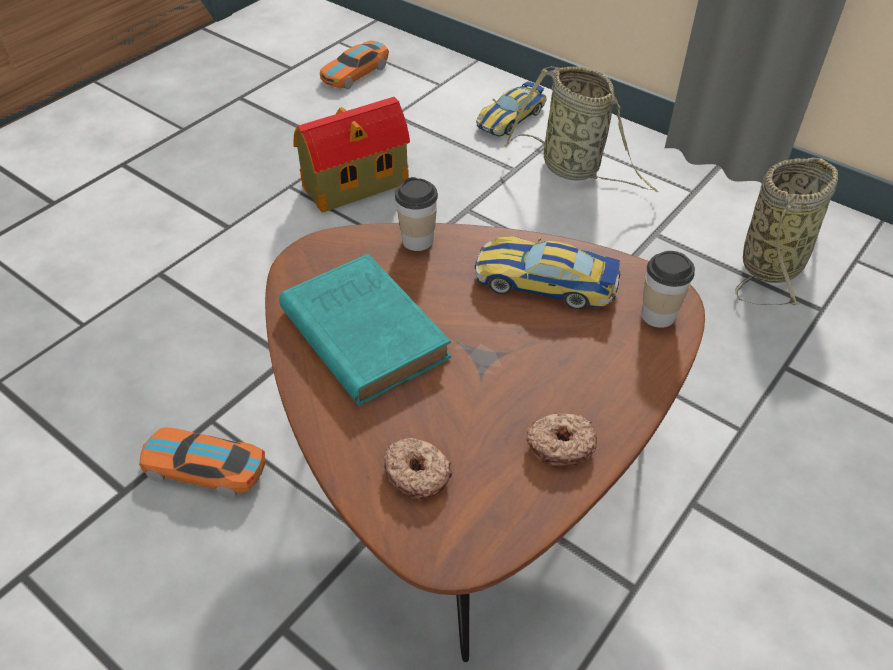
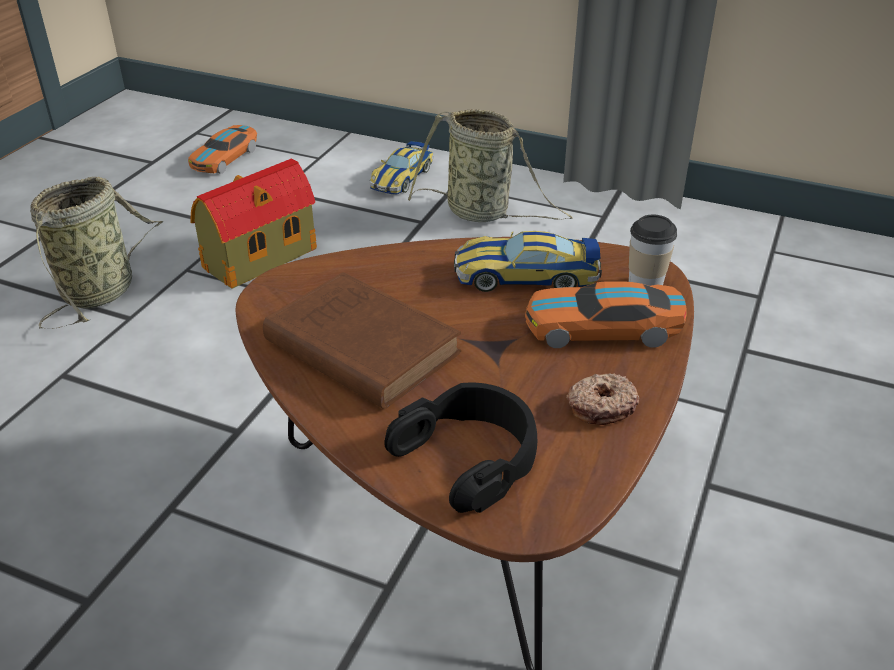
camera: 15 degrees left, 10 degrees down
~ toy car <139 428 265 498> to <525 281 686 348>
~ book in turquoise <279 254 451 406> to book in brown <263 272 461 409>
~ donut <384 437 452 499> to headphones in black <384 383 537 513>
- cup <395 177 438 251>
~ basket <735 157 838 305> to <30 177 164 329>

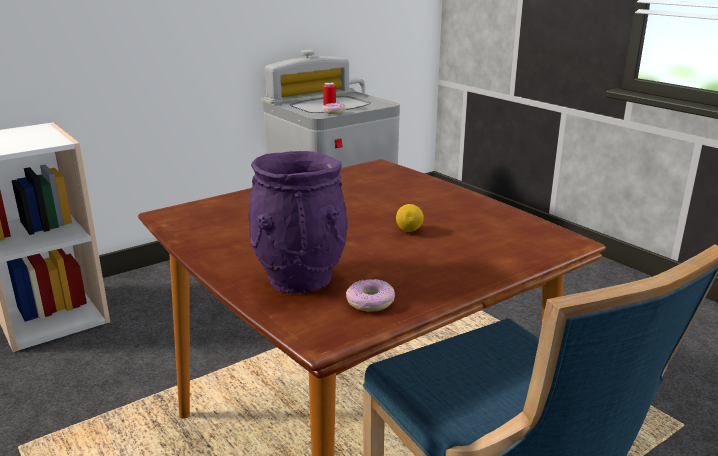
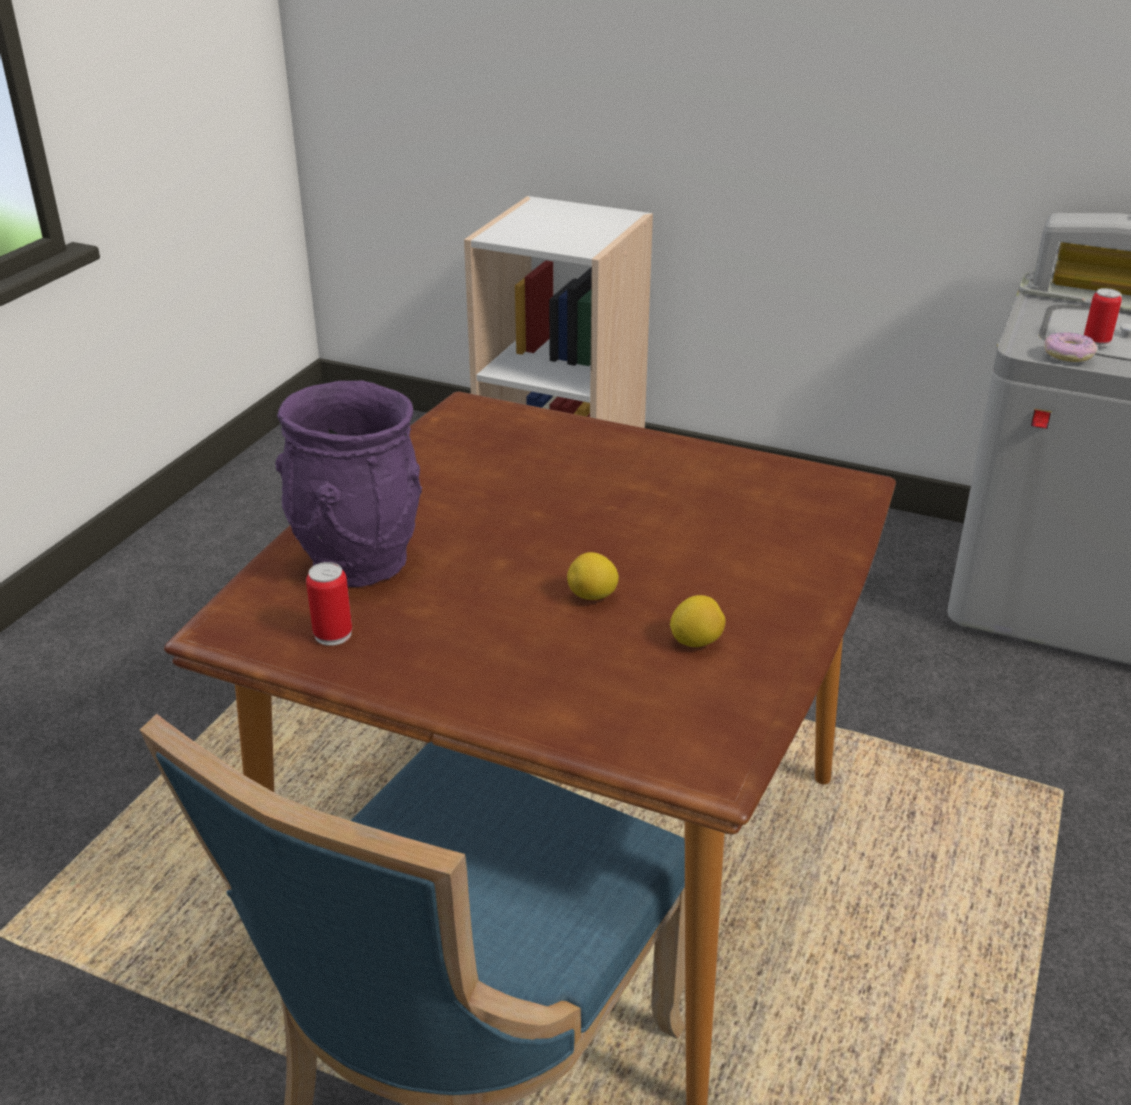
camera: 60 degrees right, 10 degrees up
~ donut <346 279 395 312> to can <306 562 352 646>
+ lemon <670 595 725 647>

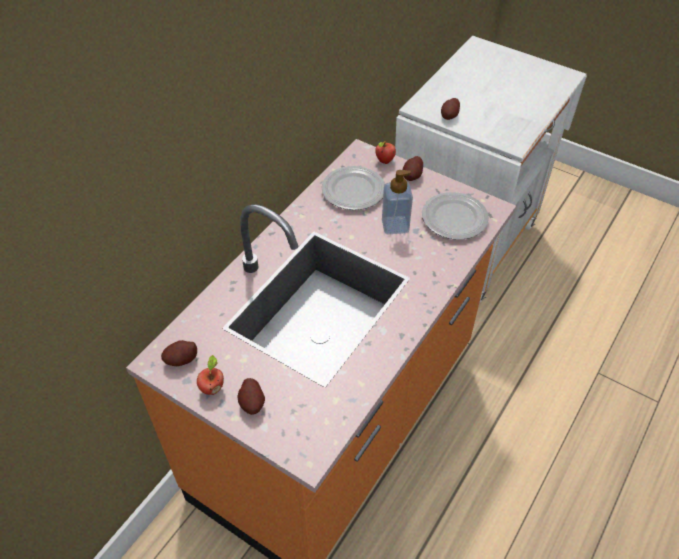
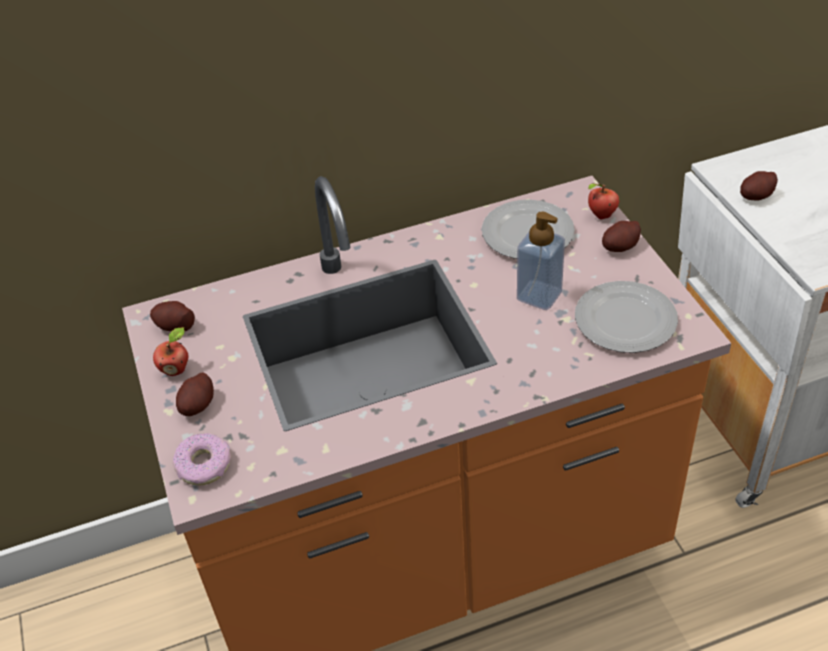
camera: 40 degrees right, 5 degrees down
+ donut <173 433 231 486>

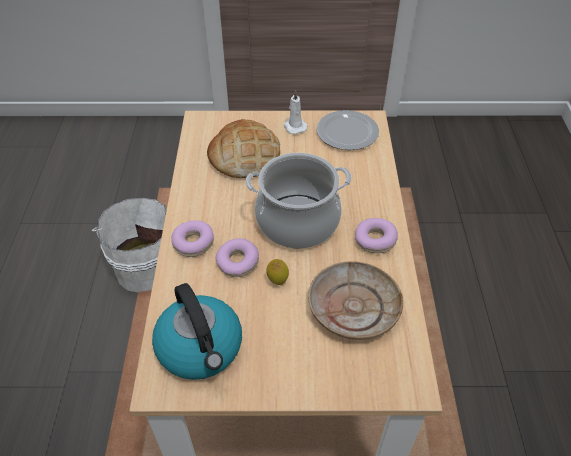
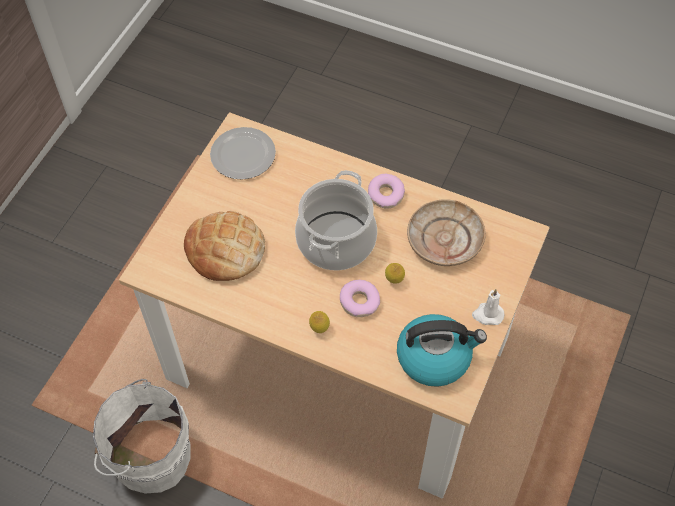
camera: 65 degrees left, 10 degrees up
~ donut <171 220 214 257> to lemon <309 311 330 333>
~ candle in white <284 90 308 134> to <472 289 504 325>

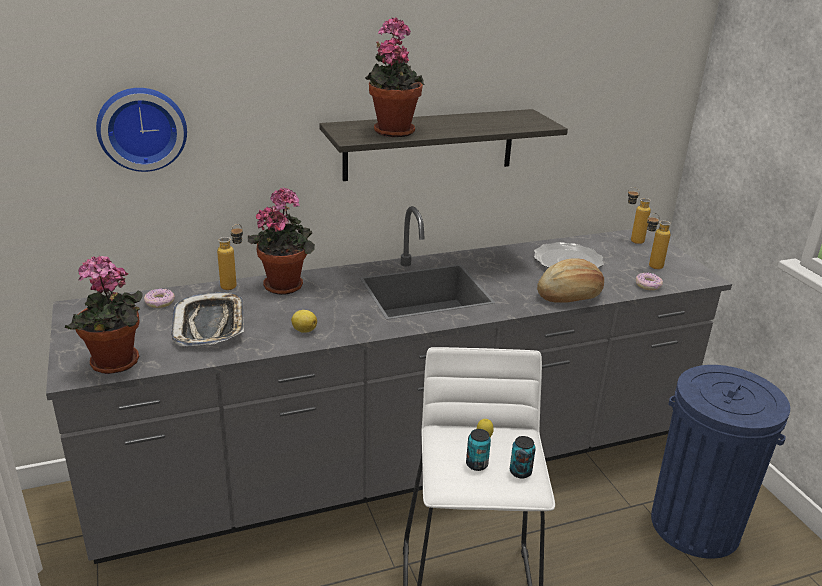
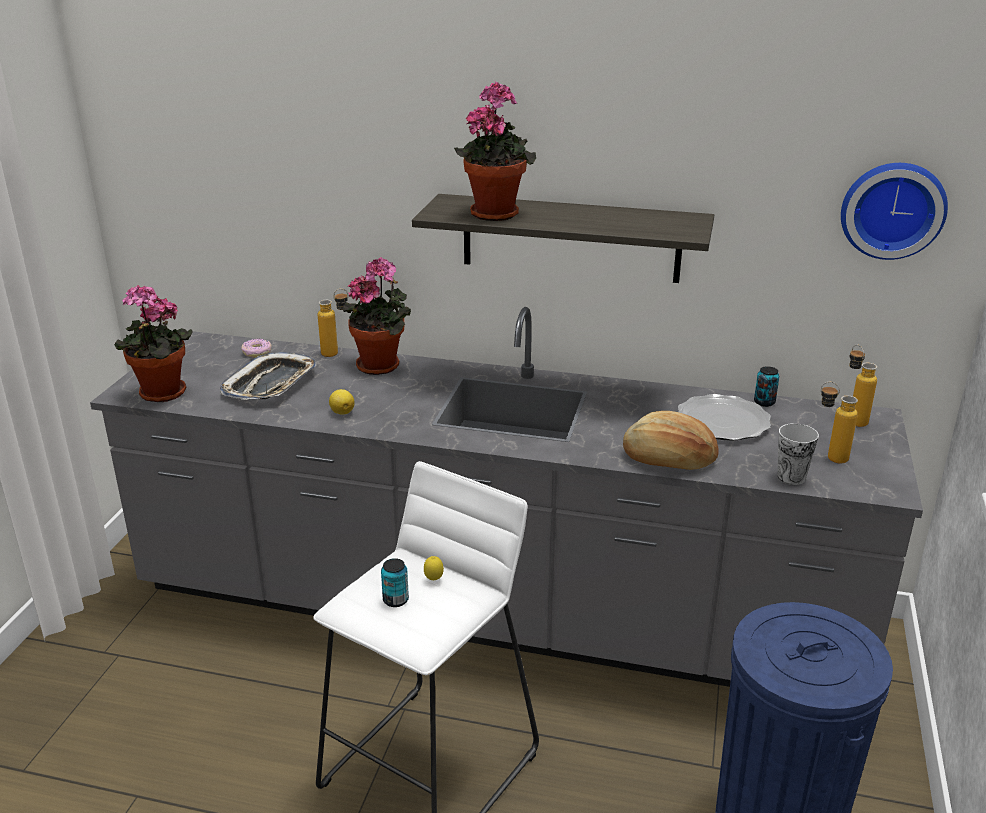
camera: 35 degrees right, 0 degrees up
~ wall clock <96 88 187 172> to <841 163 948 260>
~ can <510 436 536 479> to <754 366 780 407>
~ donut <636 272 663 290> to cup <777 423 819 485>

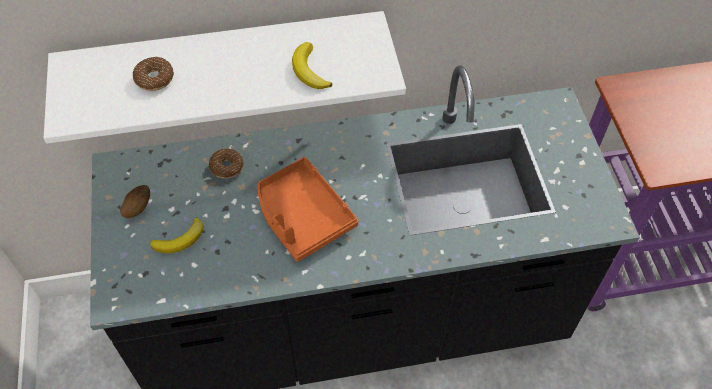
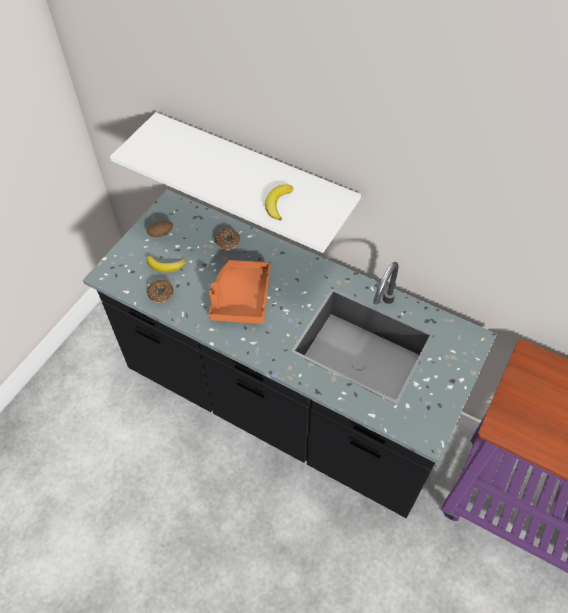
camera: 40 degrees right, 0 degrees up
~ donut <133 57 174 91> to <147 280 174 303>

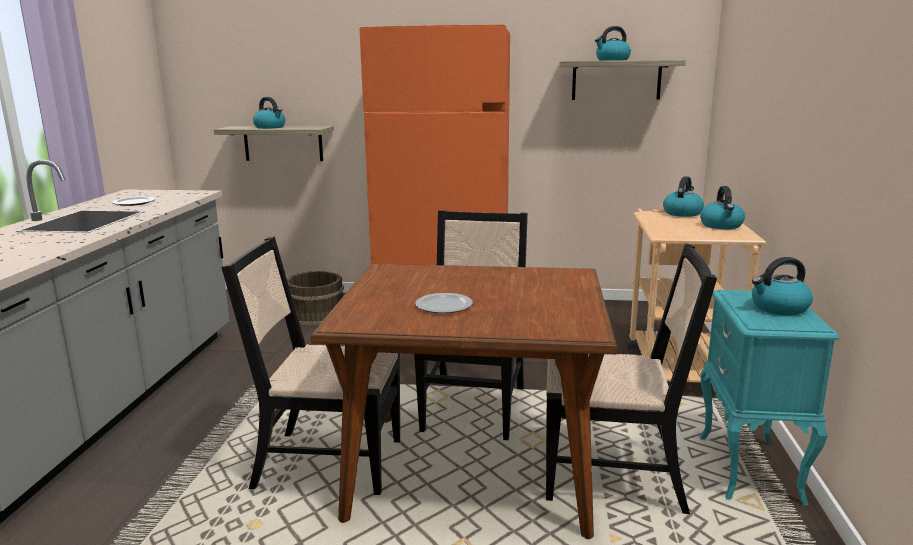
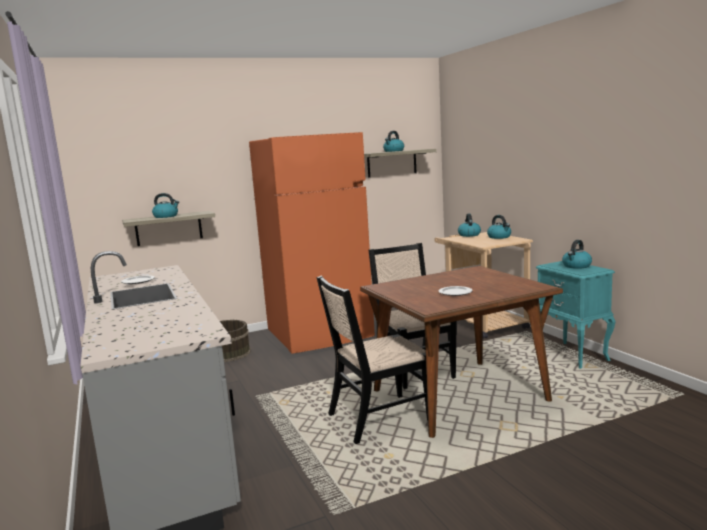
camera: 30 degrees left, 5 degrees down
- chair <546 243 717 514>

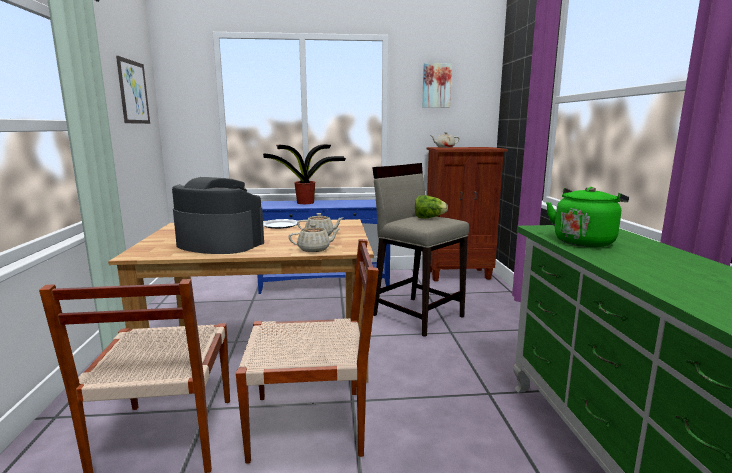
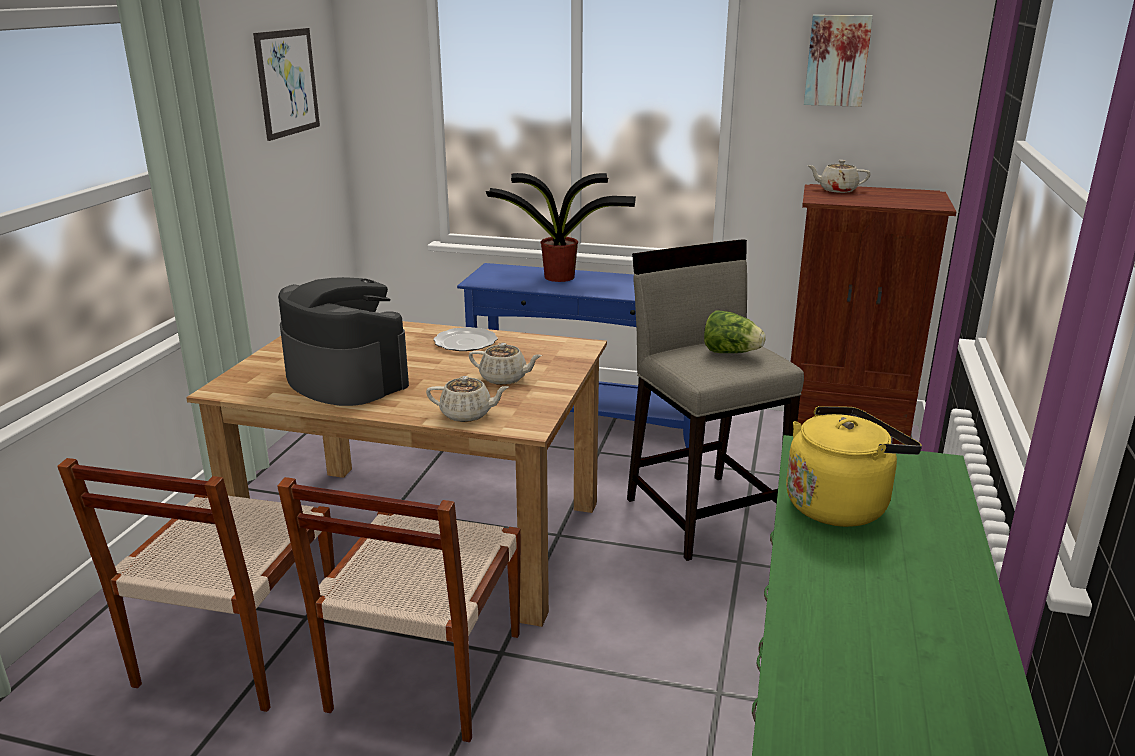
camera: 20 degrees right, 10 degrees up
~ chair <236 239 379 464> = <277 477 521 742> 90 degrees clockwise
~ kettle in green <546 187 629 247> to kettle in yellow <786 406 922 527>

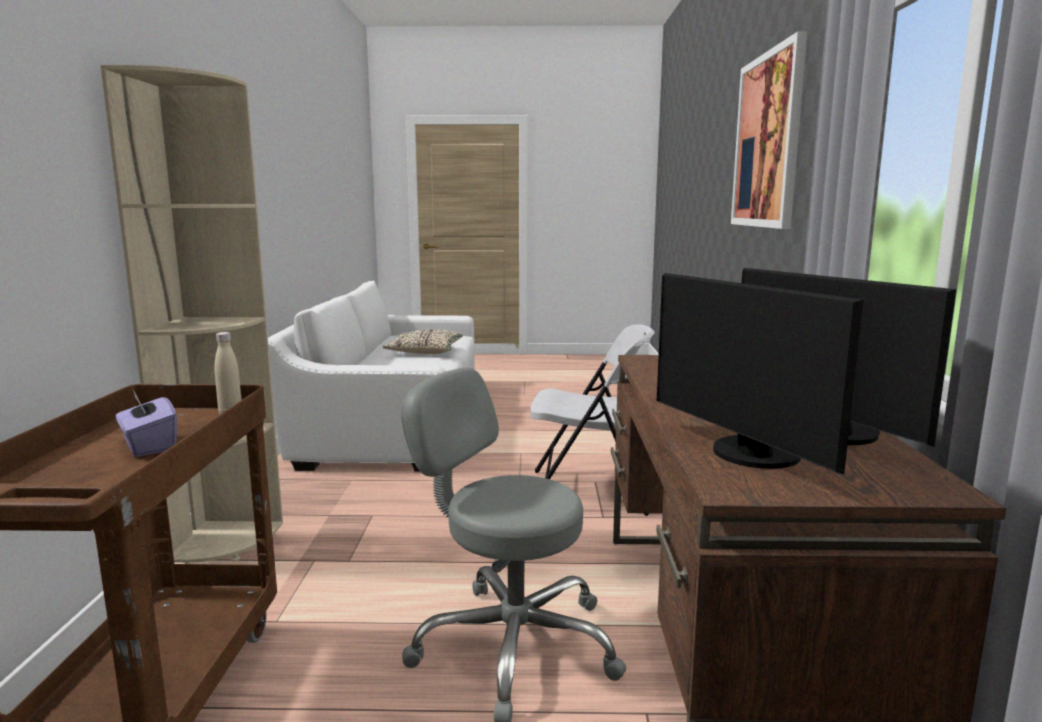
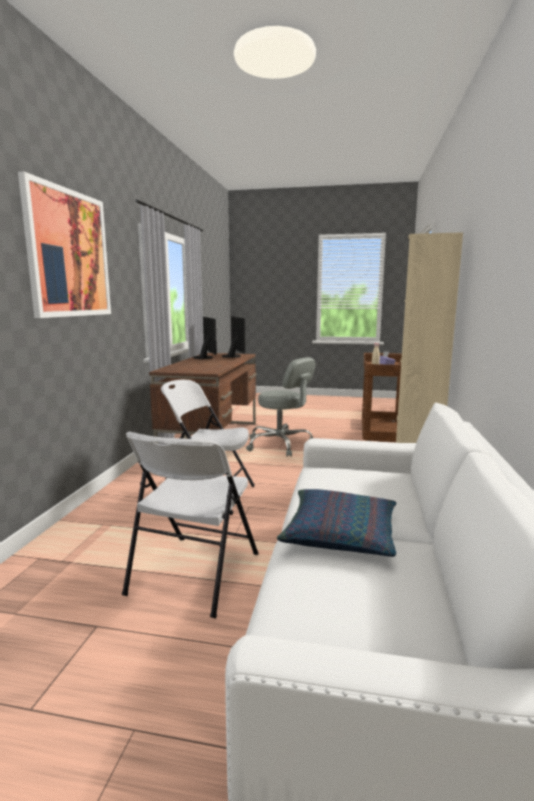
camera: 170 degrees left, 0 degrees up
~ pillow in beige <383 329 463 354> to pillow in blue <277 489 396 557>
+ chair in white <122 432 259 618>

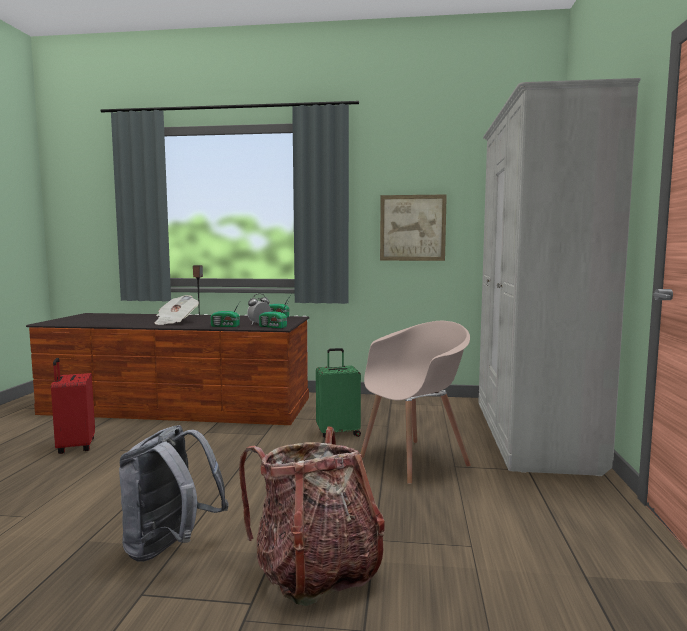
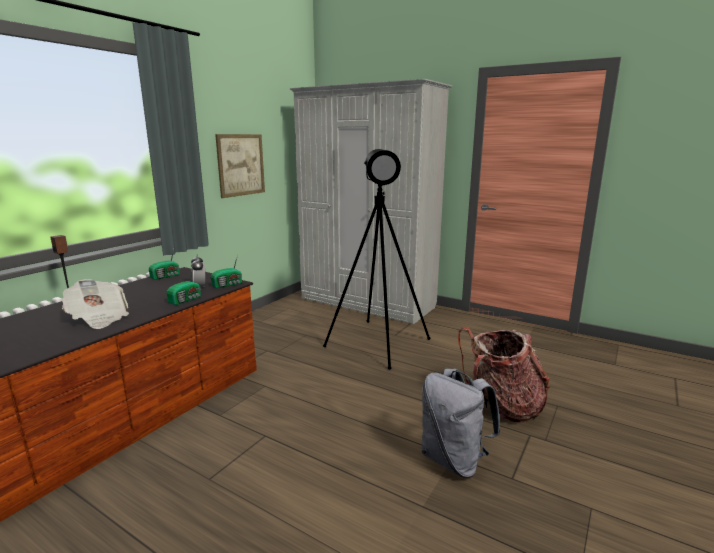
camera: 65 degrees left, 10 degrees up
- suitcase in red <51 358 95 454>
- suitcase in green <316 348 361 438>
~ chair in beige <360 321 471 484> to floor lamp in black <323 149 431 370>

